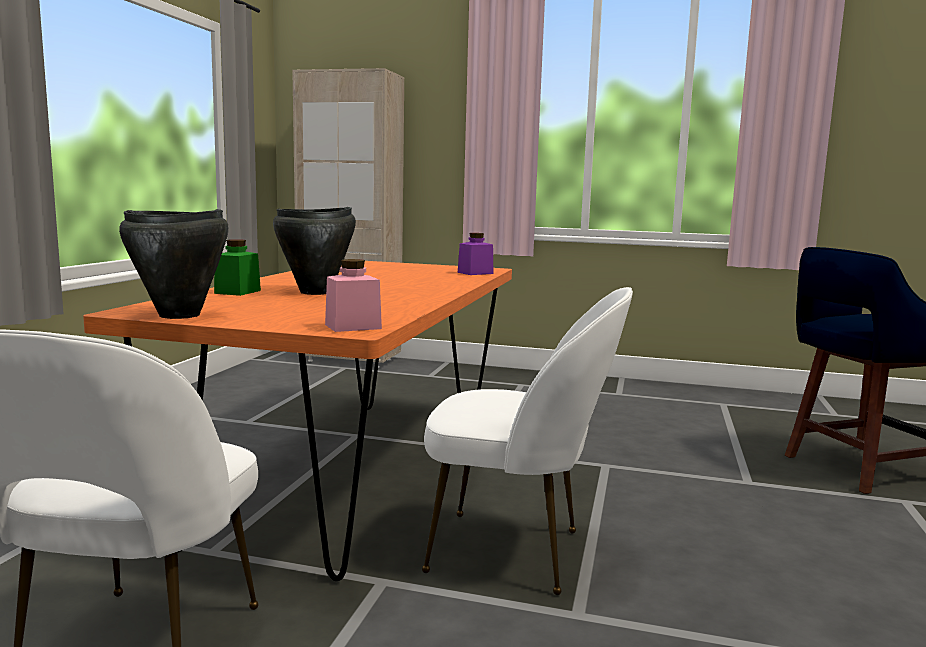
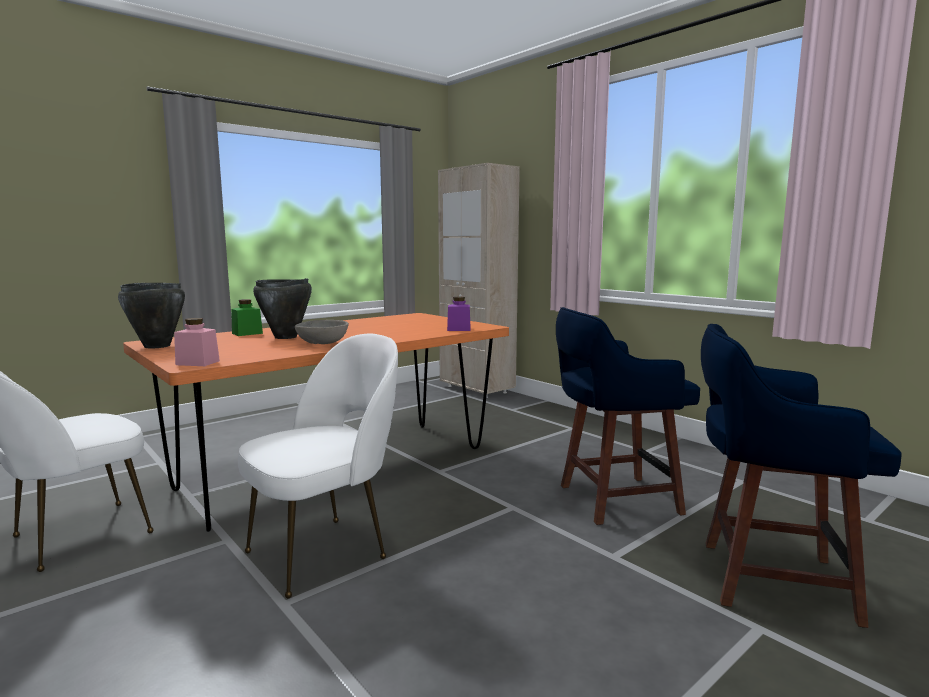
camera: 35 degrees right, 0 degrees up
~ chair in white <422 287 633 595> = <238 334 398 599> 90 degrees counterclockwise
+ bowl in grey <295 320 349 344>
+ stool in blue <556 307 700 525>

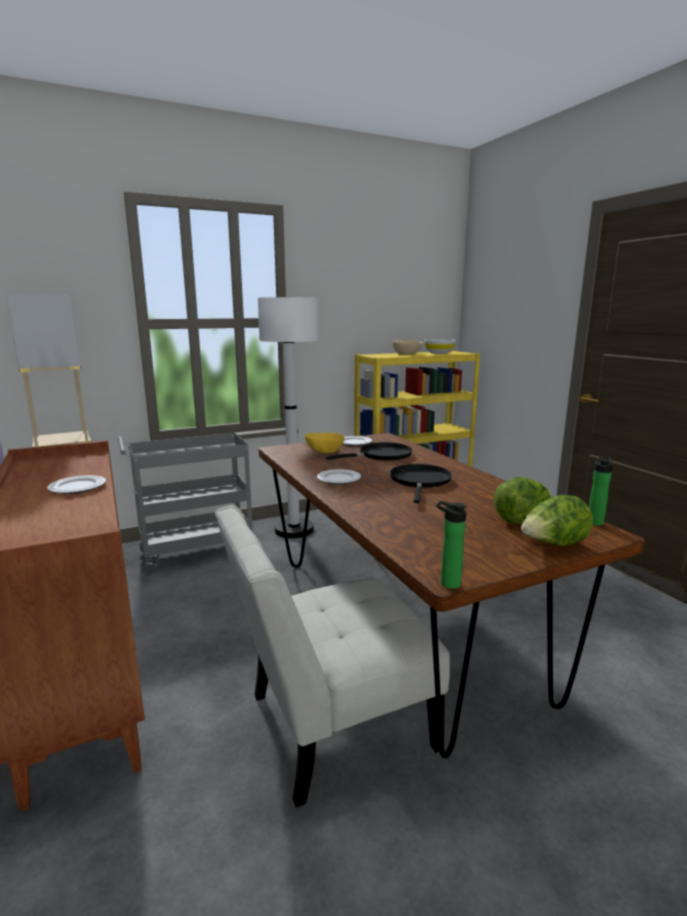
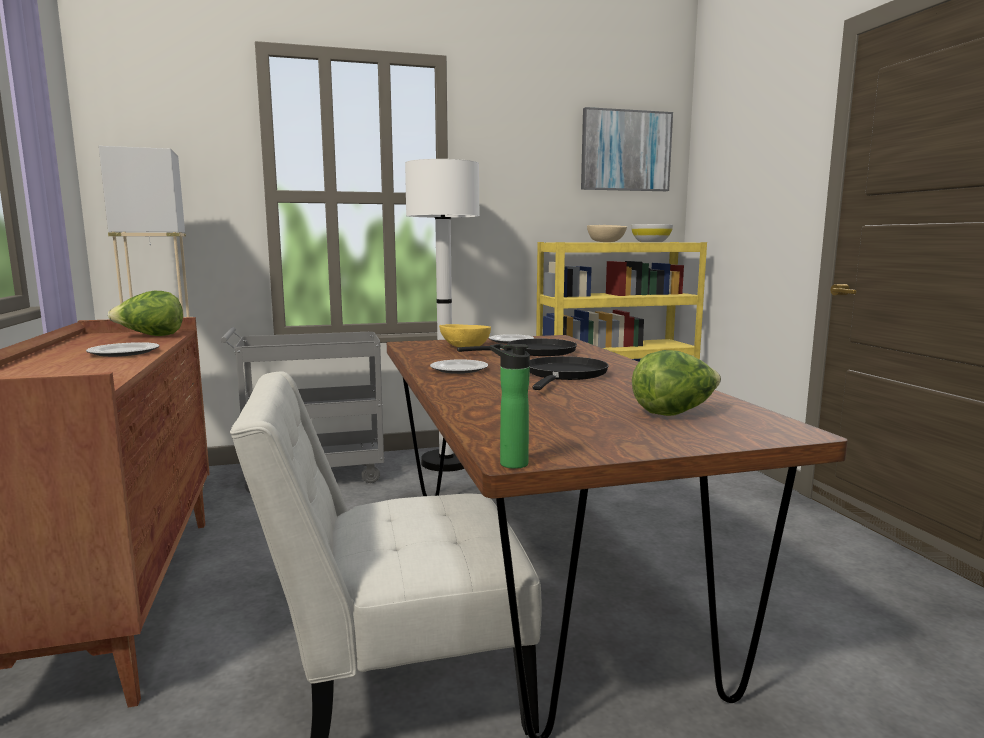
camera: 10 degrees right, 5 degrees down
~ lettuce <521 495 593 546> to <108 291 183 336>
- bottle <589 456 613 526>
+ picture <581 107 673 191>

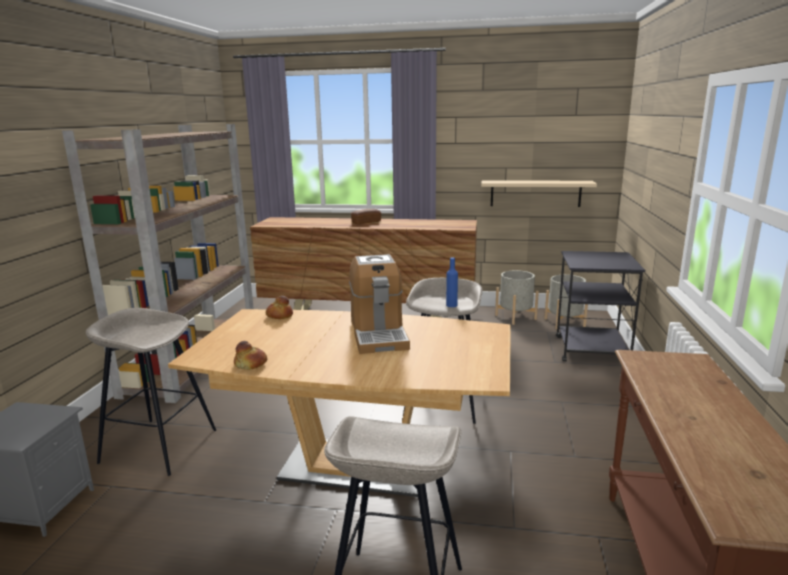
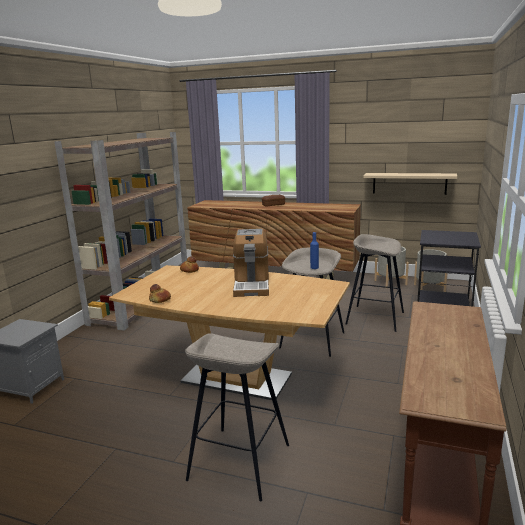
camera: 10 degrees right, 0 degrees up
~ stool in grey <86 308 216 476> to <346 234 404 332>

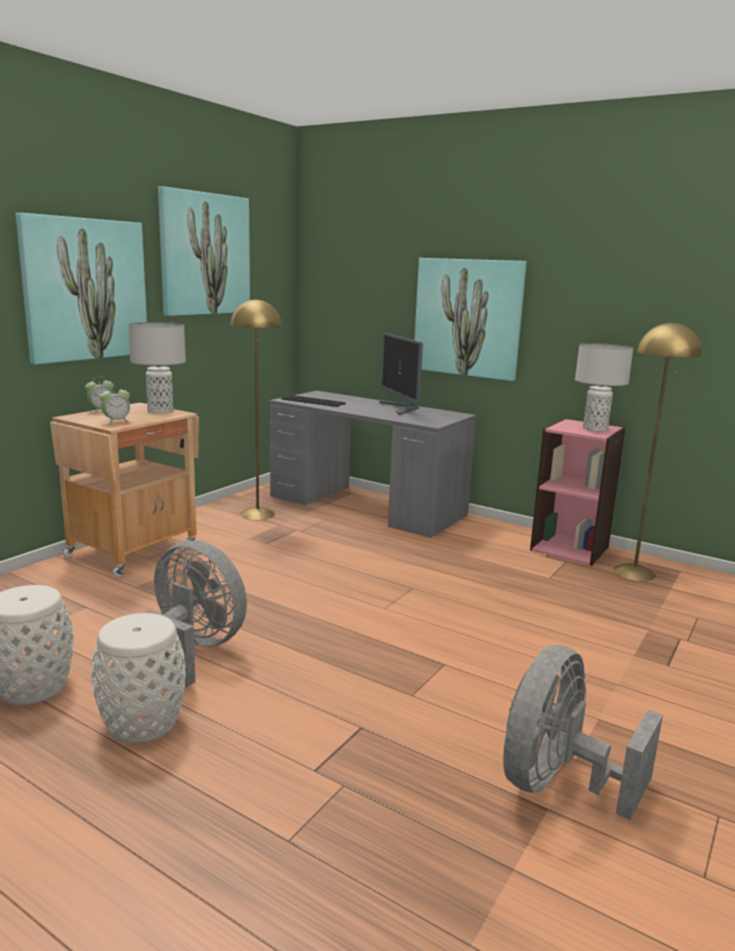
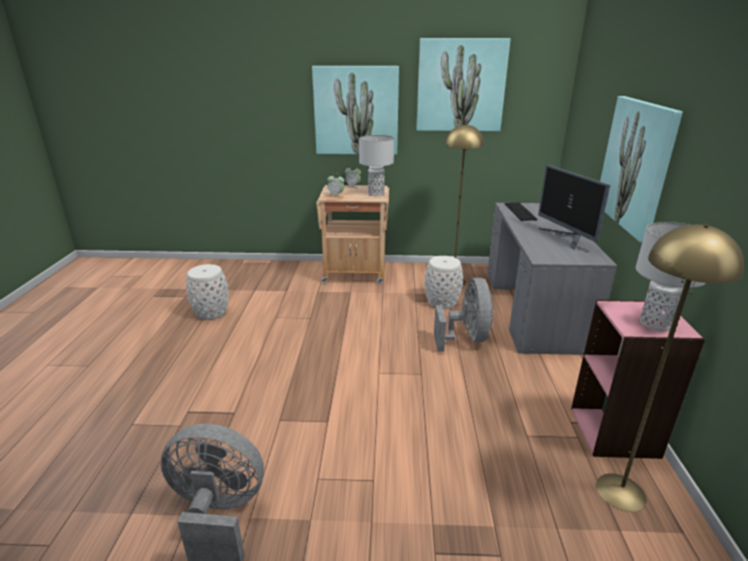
camera: 60 degrees right, 10 degrees up
~ stool in white <92 613 186 743> to <424 256 463 309>
~ fan in grey <145 540 247 687> to <434 277 493 352>
~ monitor <379 333 423 415> = <538 165 610 249> 60 degrees counterclockwise

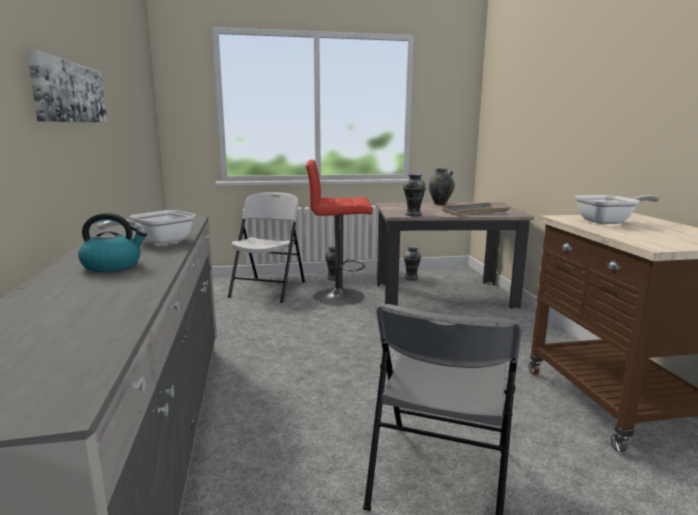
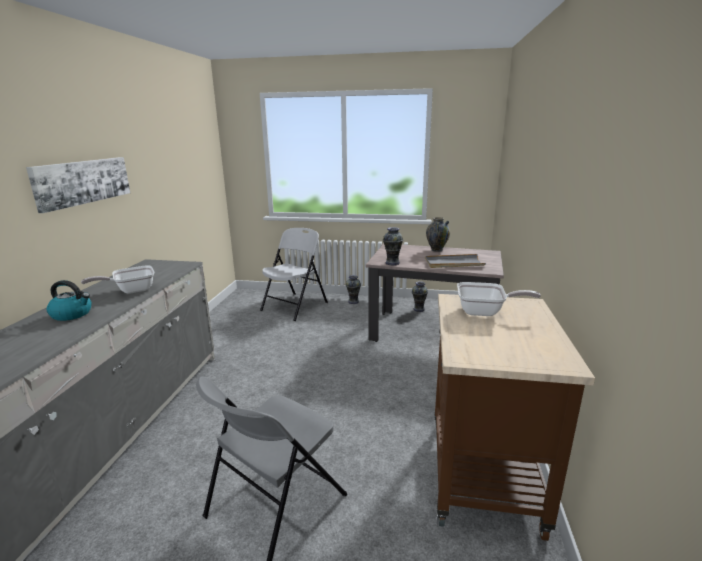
camera: 20 degrees right, 5 degrees up
- stool in red <306 160 373 306>

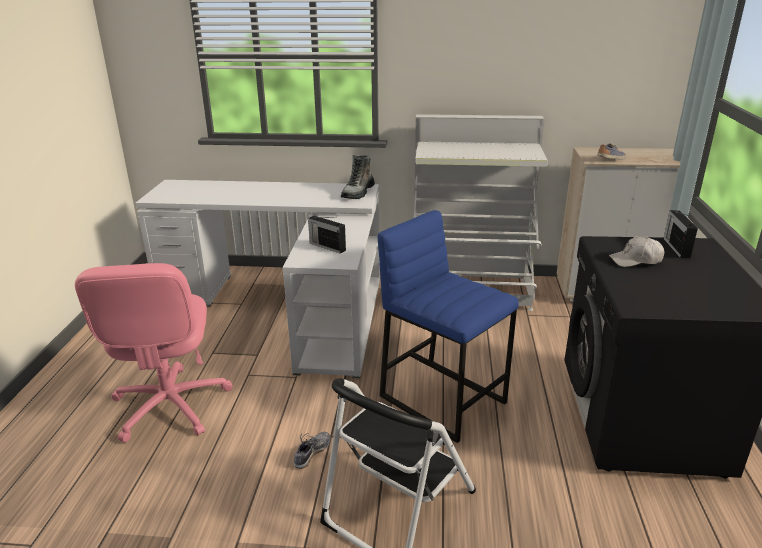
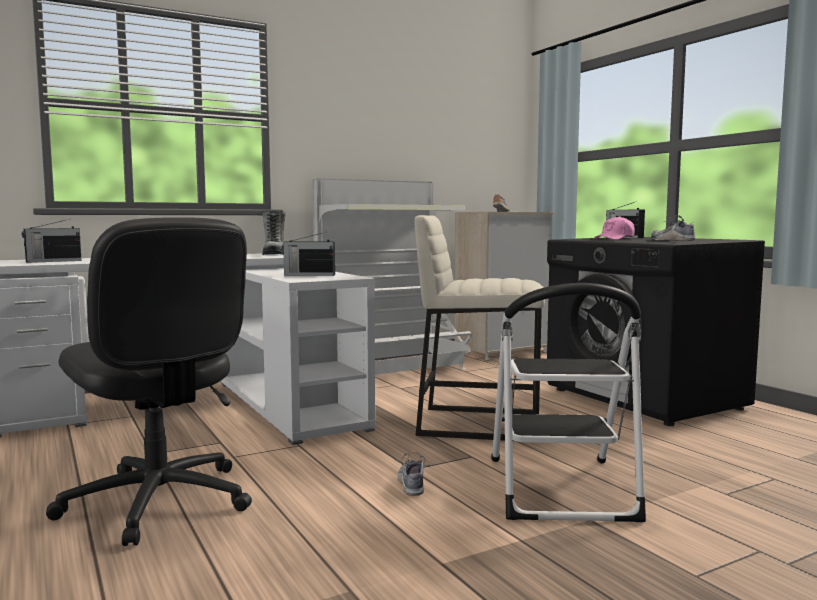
camera: 35 degrees left, 20 degrees down
~ office chair in pink <75 263 233 443> to office chair in black <46 217 252 546>
~ stool in blue <378 210 519 443> to stool in beige <414 215 545 441>
~ cap in white <609 236 665 267> to cap in pink <593 216 635 240>
+ radio <22 219 82 263>
+ shoe <651 215 695 241>

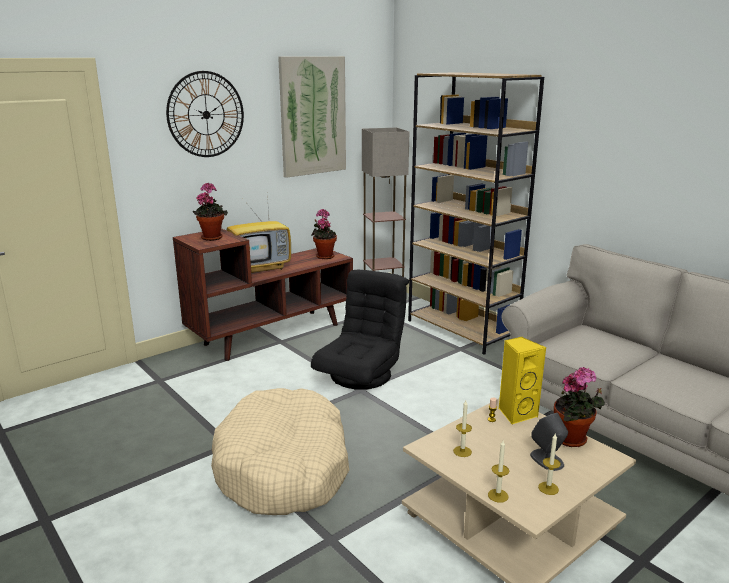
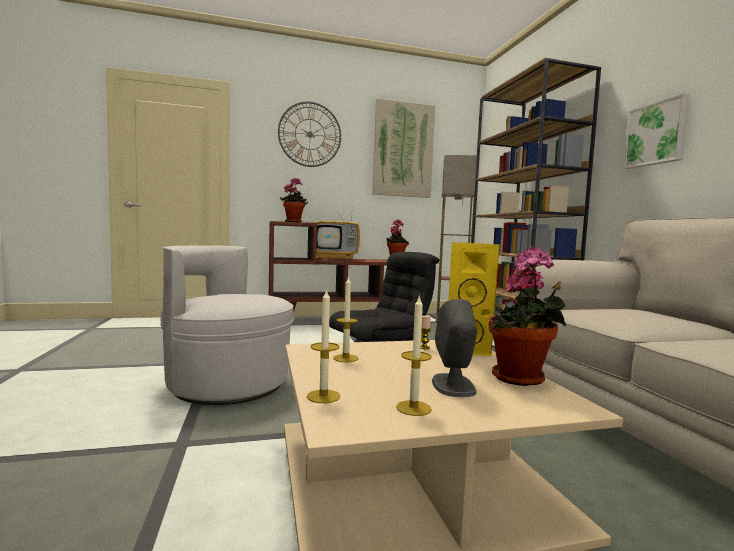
camera: 25 degrees right, 15 degrees down
~ dog bed in beige <211 388 349 515> to armchair in white <160 246 294 405>
+ picture <623 93 690 169>

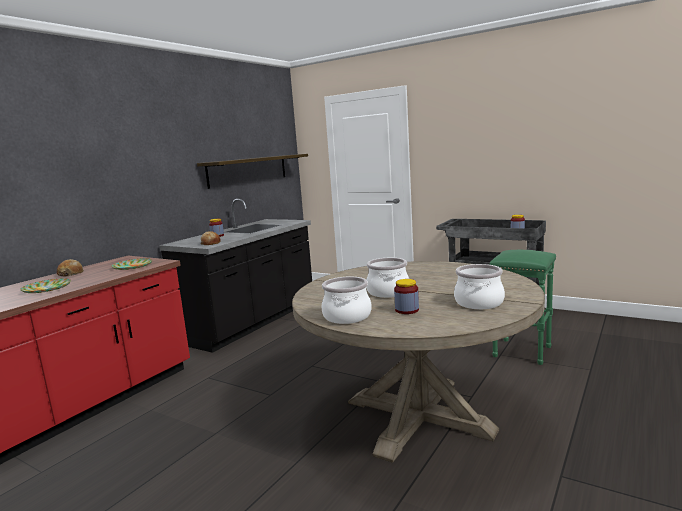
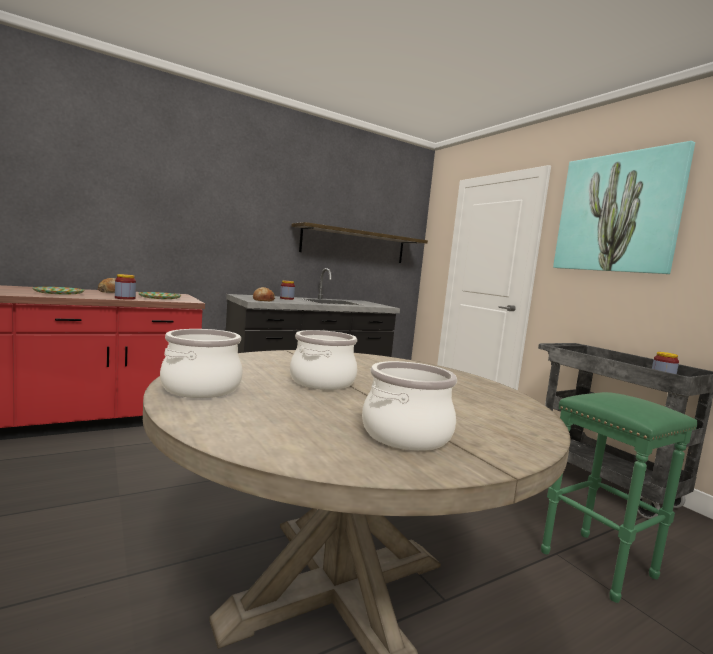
camera: 25 degrees right, 5 degrees down
~ jar <394 279 419 314> to <115 274 136 300>
+ picture <553 141 695 274>

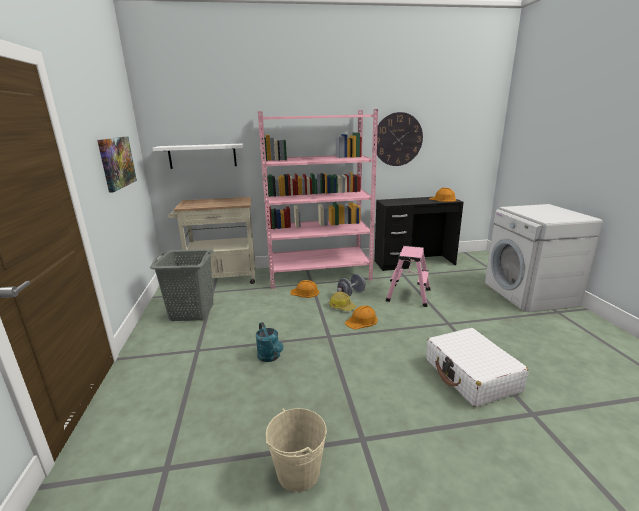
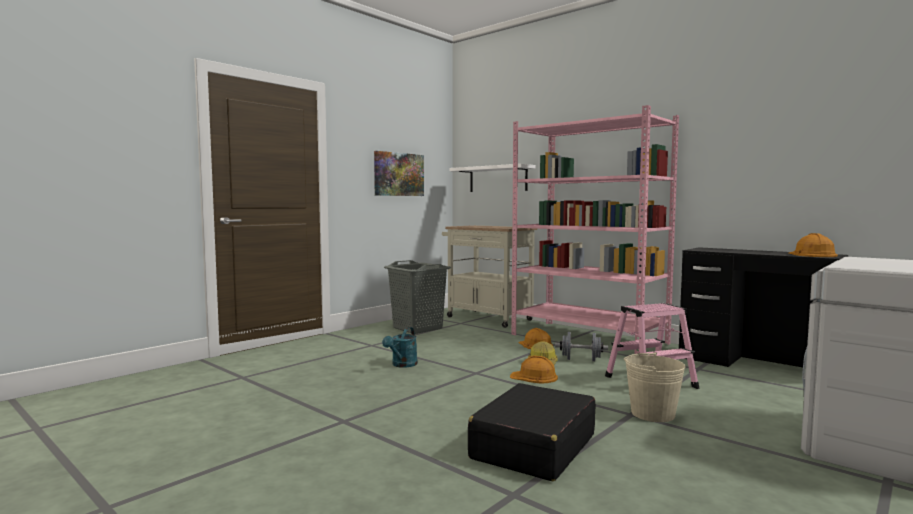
camera: 50 degrees right, 15 degrees down
~ bucket in beige <265 408 327 492> to <624 352 686 422>
- wall clock <374 112 423 166>
~ suitcase in white <426 328 529 407> to suitcase in black <468 383 595 481>

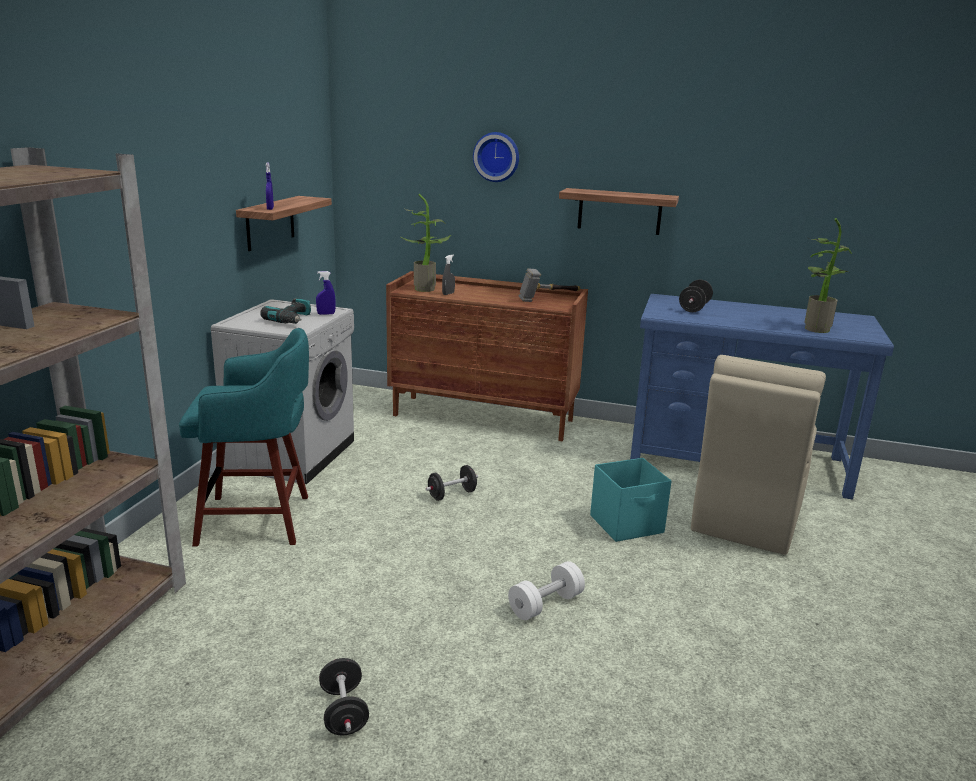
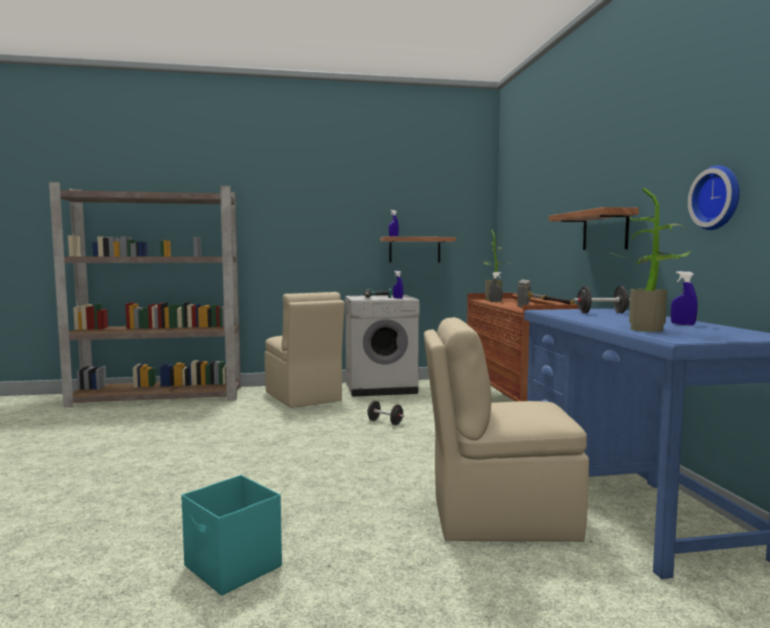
camera: 65 degrees right, 15 degrees down
~ stool in turquoise <179 328 309 546> to chair in beige <265 292 345 408>
- dumbbell in black <319 658 369 735>
~ wall clock <473 132 519 182> to <688 165 740 230>
- dumbbell in white <508 561 585 620>
~ storage box in turquoise <590 458 672 542> to <181 475 282 596>
+ spray bottle in blue <671 271 697 325>

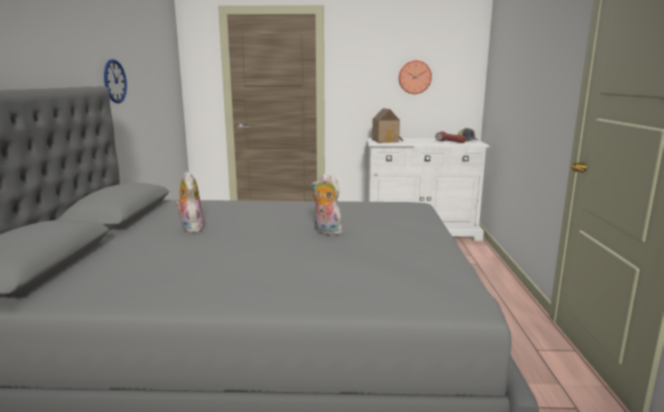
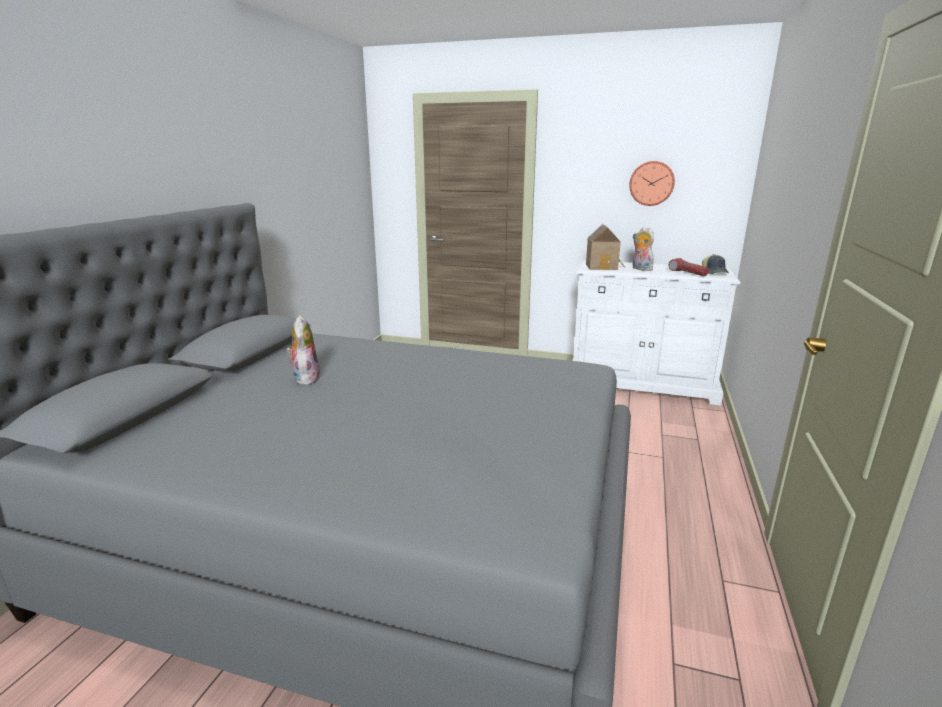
camera: 15 degrees right, 5 degrees up
- wall clock <104 59 127 103>
~ plush toy <311 174 343 235> to <632 227 654 271>

